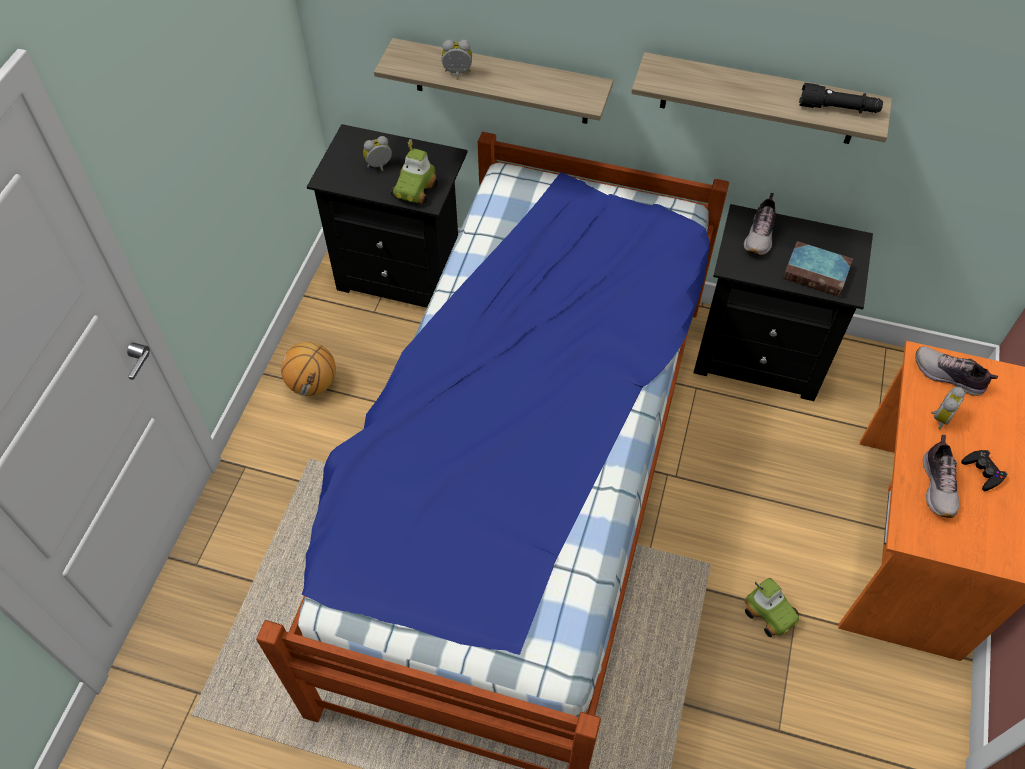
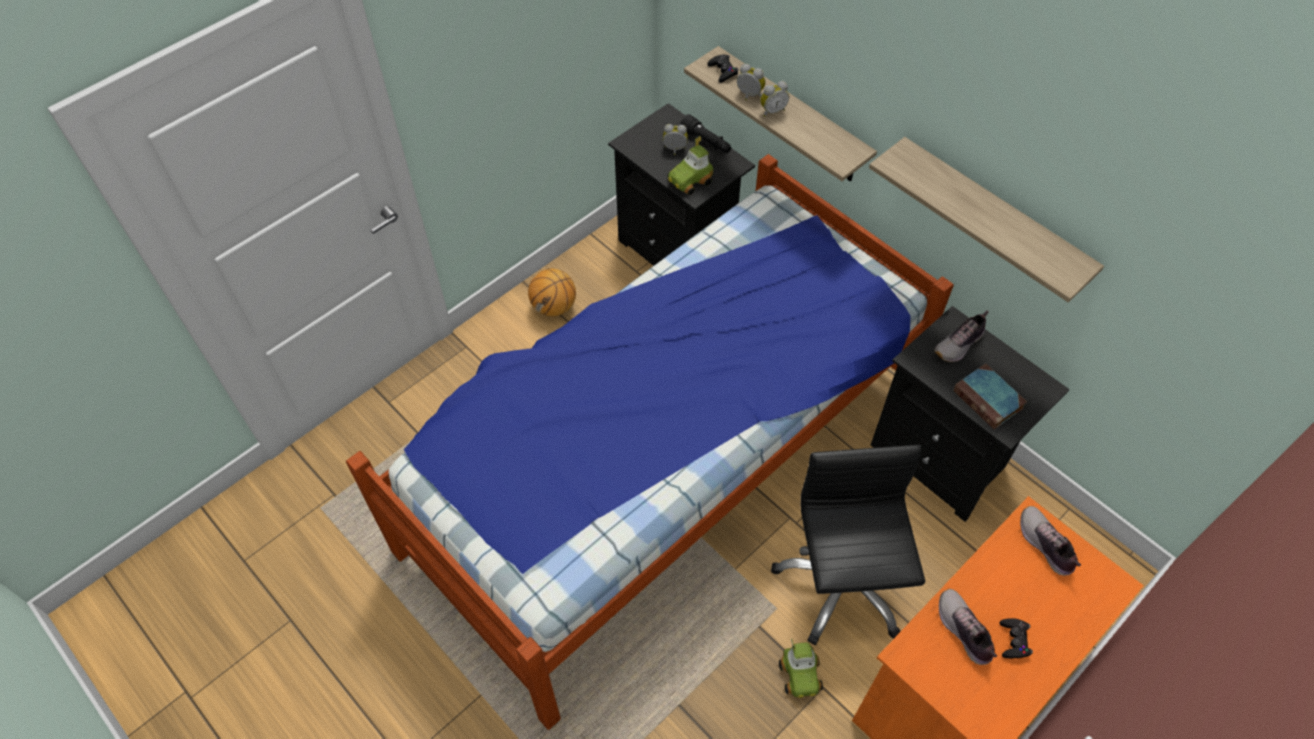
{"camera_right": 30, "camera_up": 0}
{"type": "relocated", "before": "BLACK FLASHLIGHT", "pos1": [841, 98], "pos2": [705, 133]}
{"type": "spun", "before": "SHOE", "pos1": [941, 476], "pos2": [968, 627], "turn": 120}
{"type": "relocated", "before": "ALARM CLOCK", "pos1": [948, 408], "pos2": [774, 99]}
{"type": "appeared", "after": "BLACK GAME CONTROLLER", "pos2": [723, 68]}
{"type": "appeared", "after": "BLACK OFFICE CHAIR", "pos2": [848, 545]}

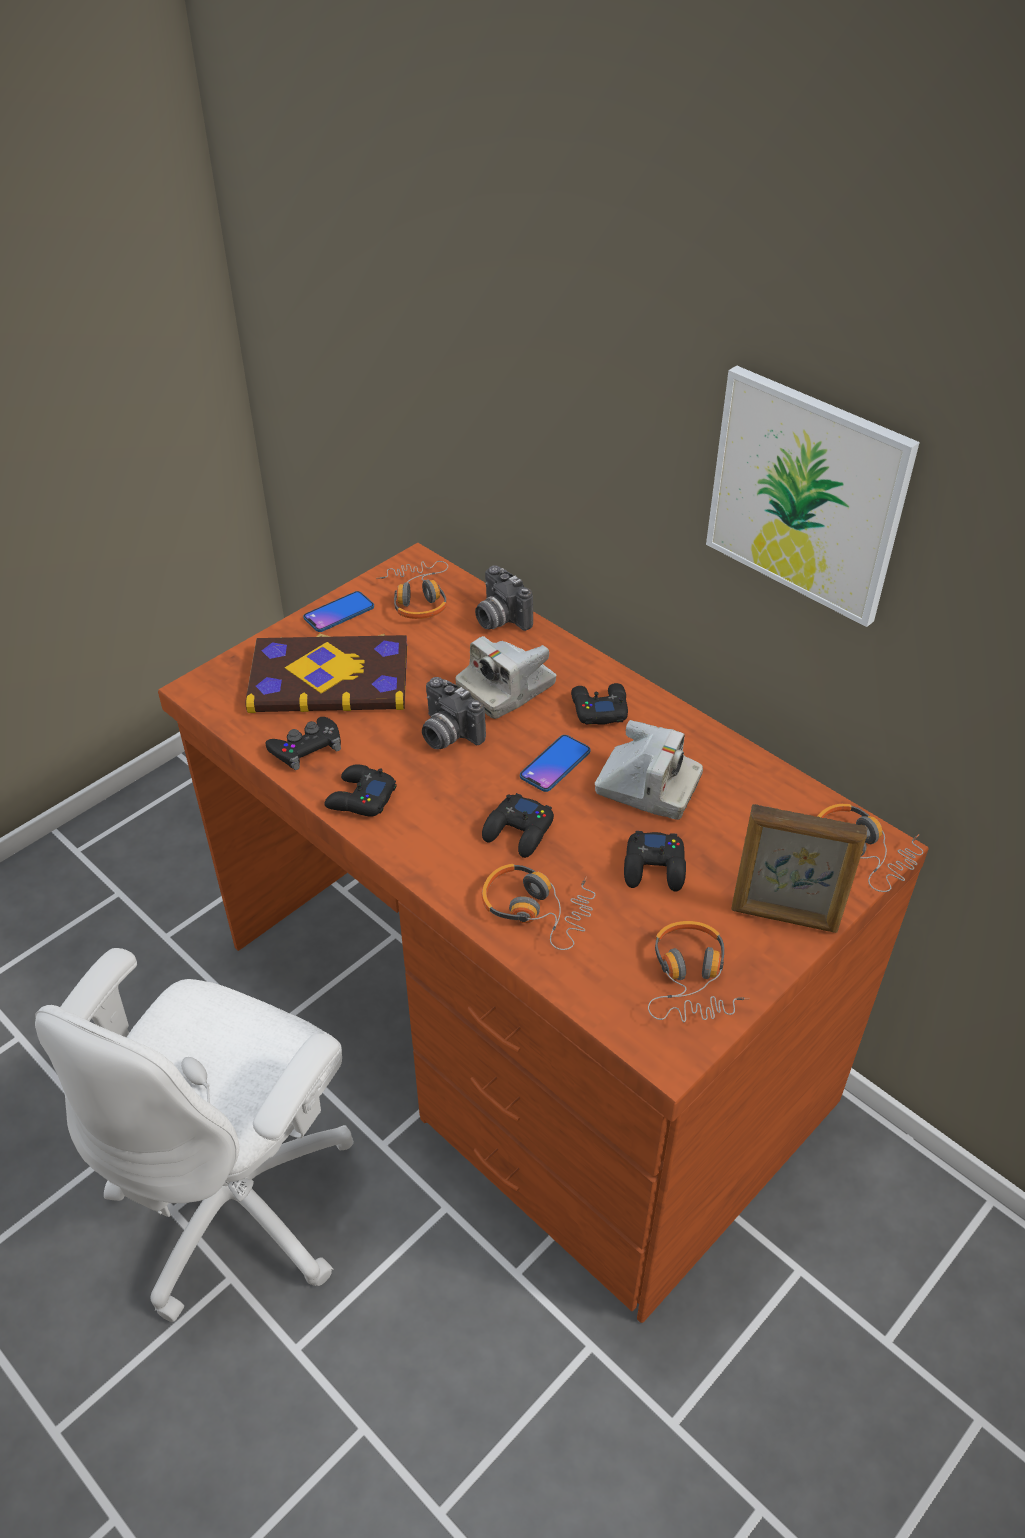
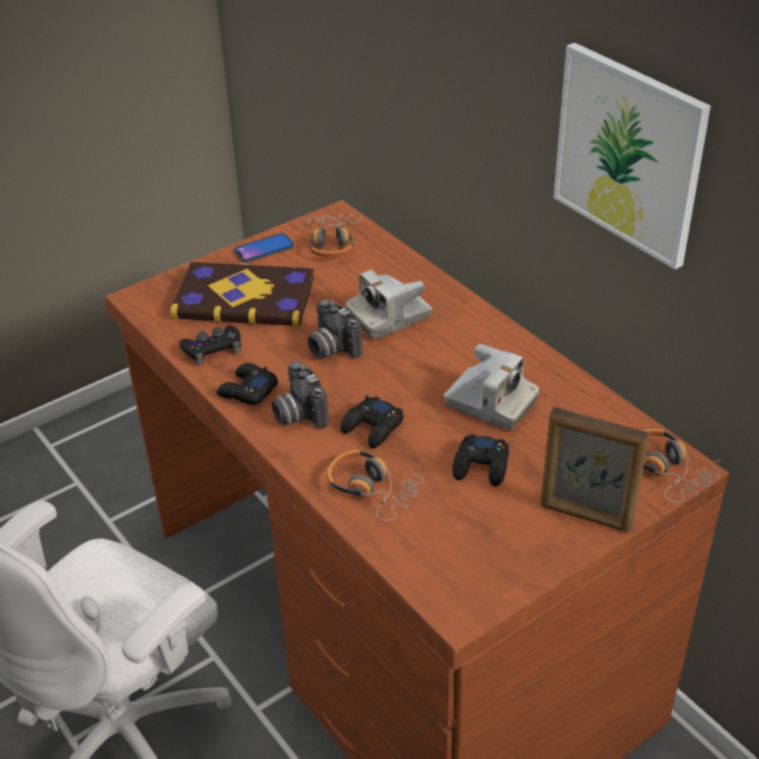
{"camera_right": 10, "camera_up": -5}
{"type": "relocated", "before": "PHOTO CAMERA", "pos1": [504, 598], "pos2": [300, 395]}
{"type": "missing", "before": "PHONE", "pos1": [555, 763]}
{"type": "missing", "before": "BLACK GAME CONTROLLER", "pos1": [599, 704]}
{"type": "missing", "before": "HEADPHONES", "pos1": [699, 971]}

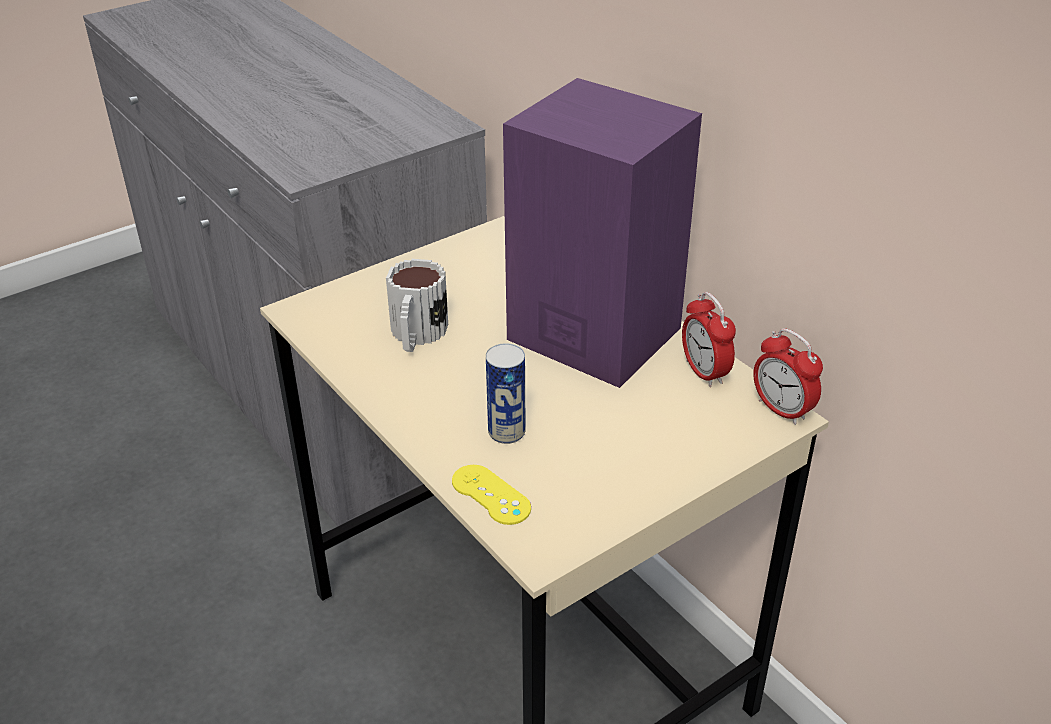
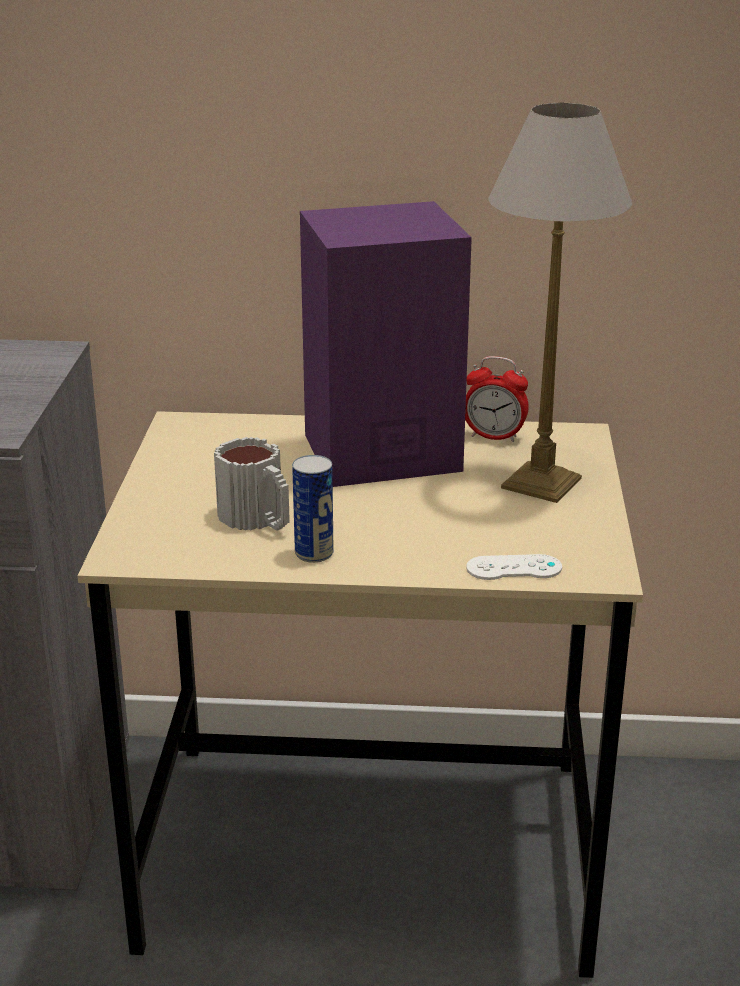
{"camera_right": -50, "camera_up": -10}
{"type": "colour", "before": "YELLOW GAME CONTROLLER", "after": "WHITE GAME CONTROLLER", "pos1": [491, 495], "pos2": [514, 567]}
{"type": "relocated", "before": "CAN", "pos1": [506, 393], "pos2": [313, 509]}
{"type": "missing", "before": "ALARM CLOCK", "pos1": [788, 376]}
{"type": "appeared", "after": "TABLE LAMP", "pos2": [560, 303]}

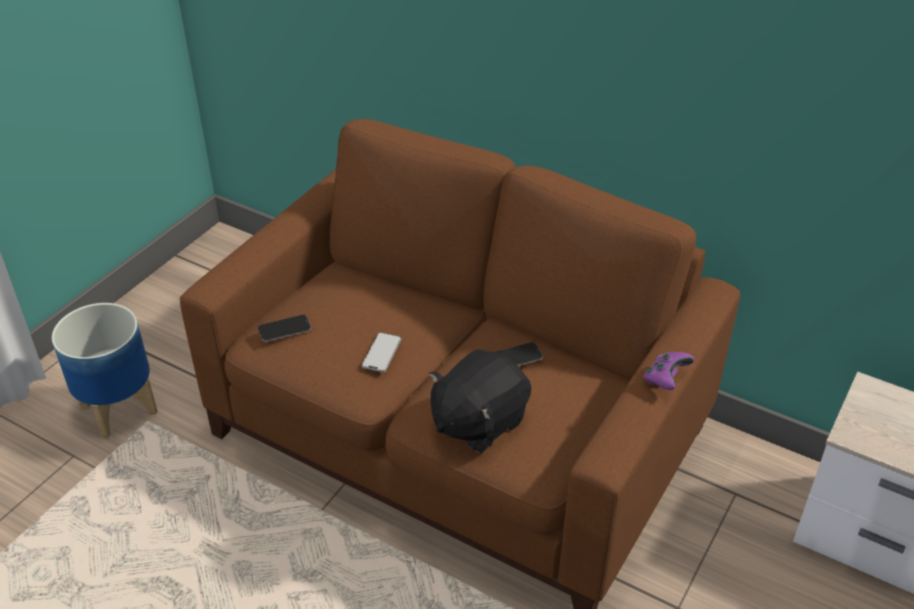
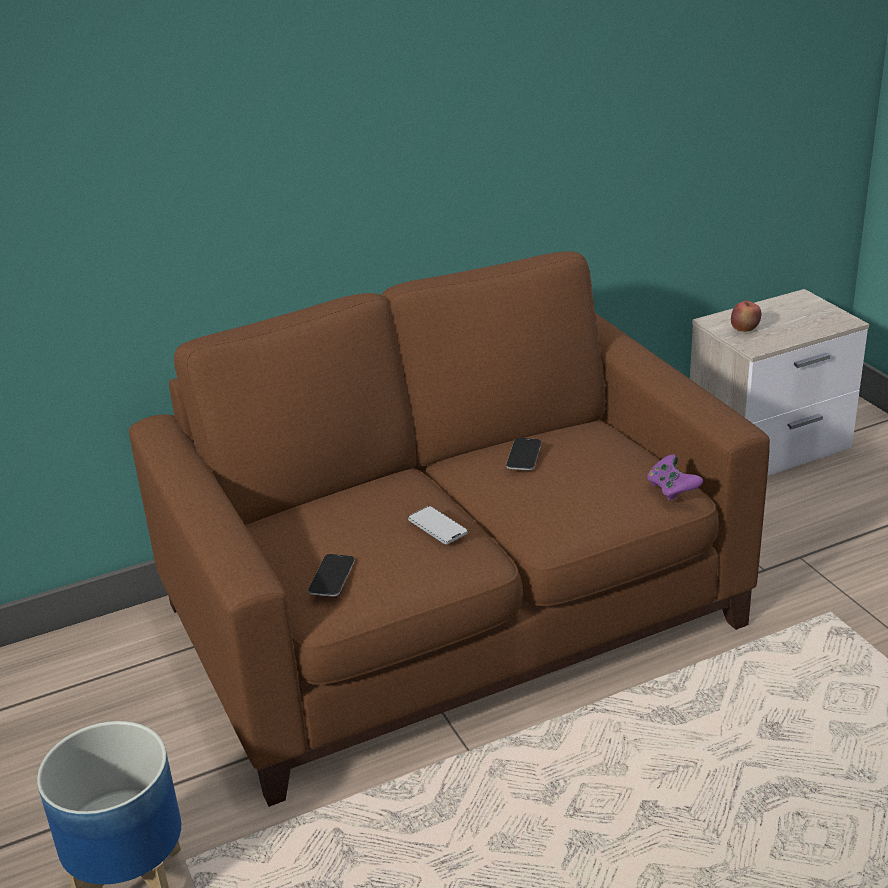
{"camera_right": -55, "camera_up": -10}
{"type": "missing", "before": "BLACK PLUSH TOY", "pos1": [480, 401]}
{"type": "relocated", "before": "PURPLE GAME CONTROLLER", "pos1": [669, 371], "pos2": [675, 477]}
{"type": "appeared", "after": "APPLE", "pos2": [746, 315]}

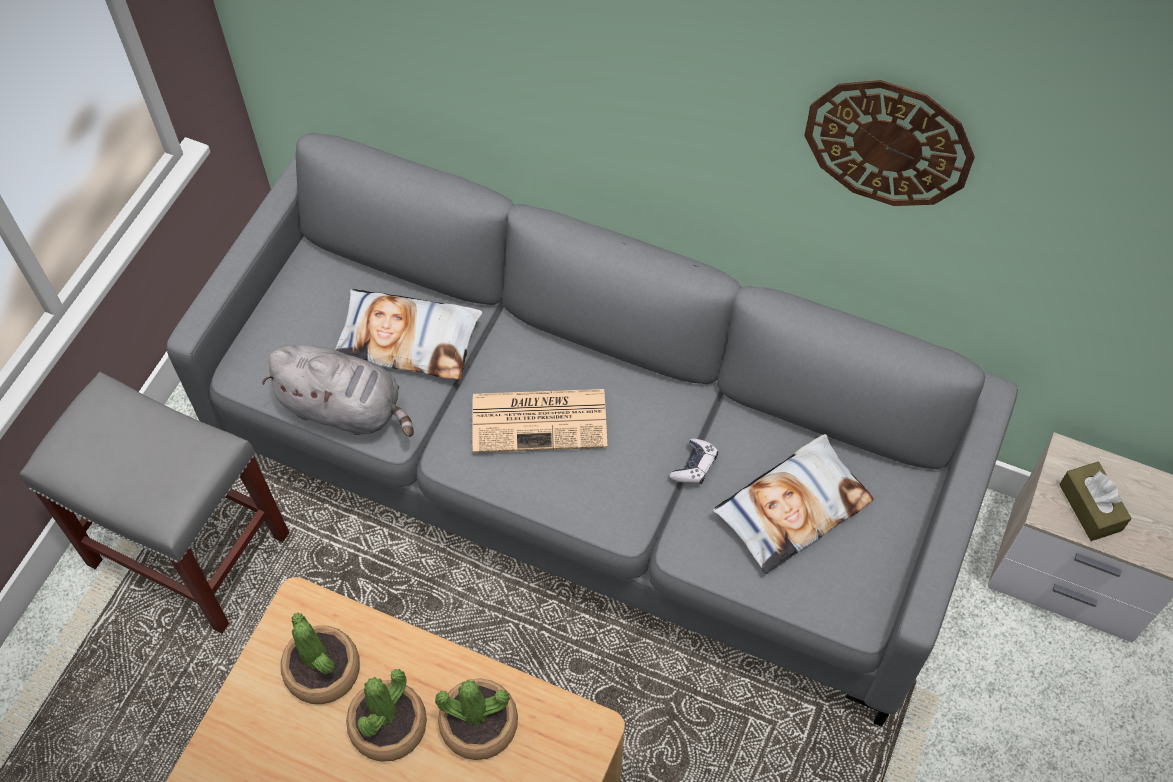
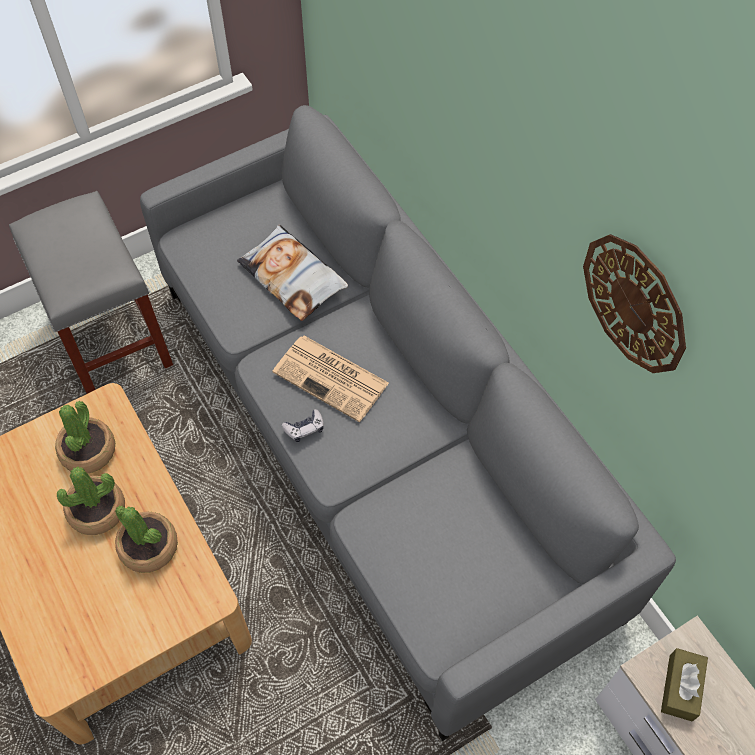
{"camera_right": 35, "camera_up": 0}
{"type": "missing", "before": "GREY PLUSH TOY", "pos1": [338, 391]}
{"type": "relocated", "before": "GAME CONTROLLER", "pos1": [694, 461], "pos2": [303, 425]}
{"type": "missing", "before": "PILLOW", "pos1": [793, 504]}

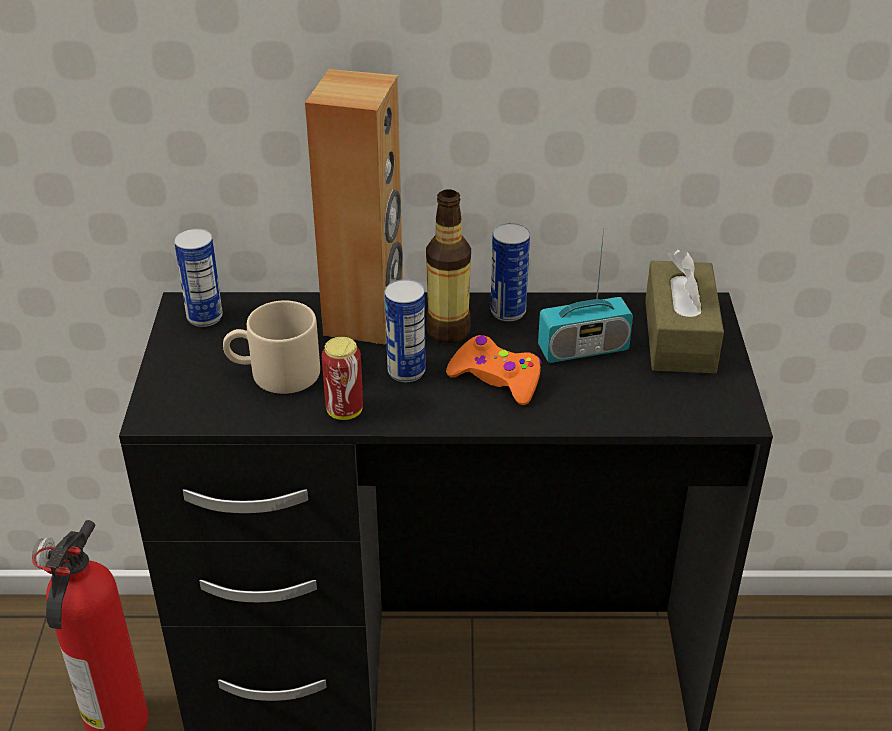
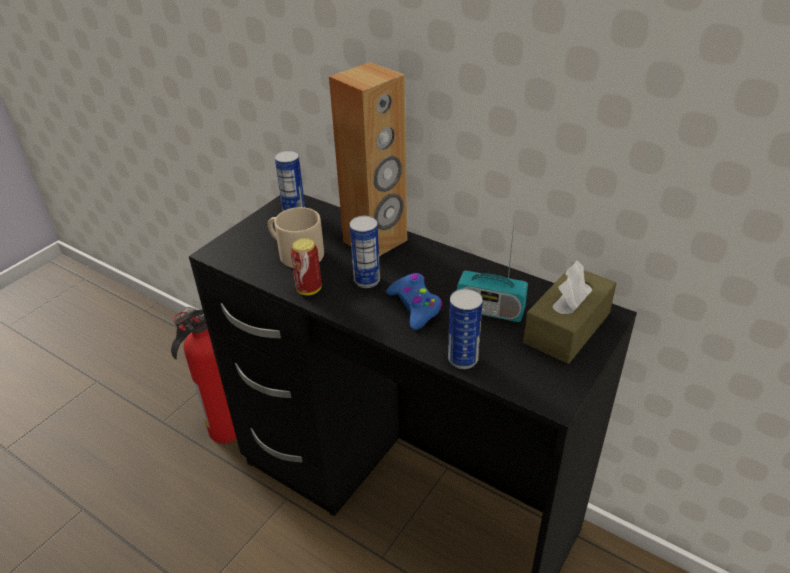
{"camera_right": 35, "camera_up": 0}
{"type": "missing", "before": "BOTTLE", "pos1": [448, 266]}
{"type": "colour", "before": "ORANGE GAME CONTROLLER", "after": "BLUE GAME CONTROLLER", "pos1": [494, 370], "pos2": [414, 301]}
{"type": "relocated", "before": "CAN", "pos1": [510, 272], "pos2": [465, 329]}

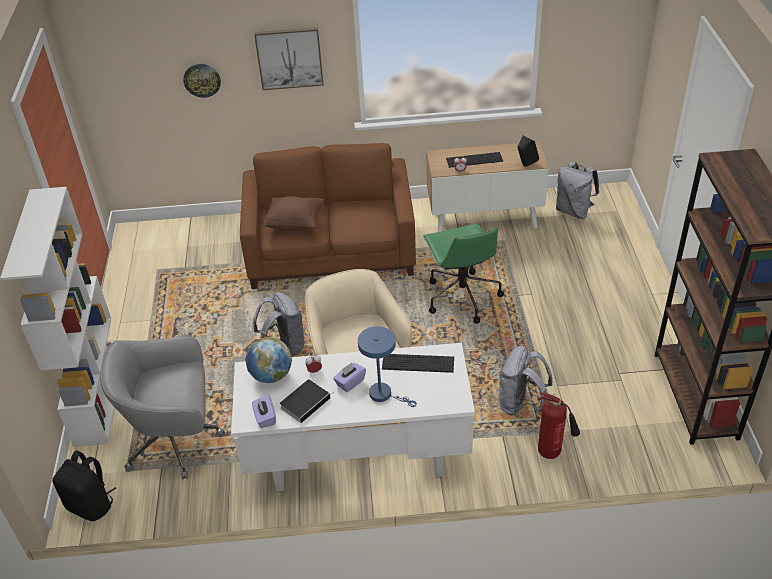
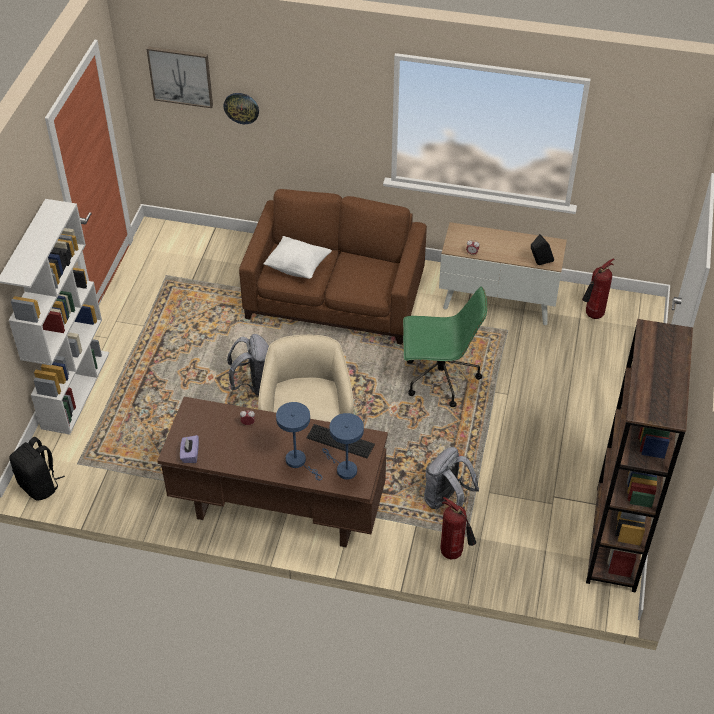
{"camera_right": 15, "camera_up": 5}
{"type": "missing", "before": "GREY OFFICE CHAIR", "pos1": [162, 407]}
{"type": "colour", "before": "WHITE DESK", "after": "BROWN DESK", "pos1": [353, 417], "pos2": [272, 472]}
{"type": "missing", "before": "GLOBE", "pos1": [268, 360]}
{"type": "relocated", "before": "PICTURE", "pos1": [289, 58], "pos2": [179, 77]}
{"type": "colour", "before": "BROWN PILLOW", "after": "WHITE PILLOW", "pos1": [293, 213], "pos2": [297, 257]}
{"type": "missing", "before": "BOOK", "pos1": [307, 401]}
{"type": "missing", "before": "PURPLE TISSUE BOX", "pos1": [349, 377]}
{"type": "spun", "before": "GREEN OFFICE CHAIR", "pos1": [463, 273], "pos2": [445, 346], "turn": -90}
{"type": "missing", "before": "KEYBOARD", "pos1": [474, 160]}
{"type": "exchanged", "before": "GREY BACKPACK", "after": "FIRE EXTINGUISHER", "pos1": [577, 190], "pos2": [598, 288]}
{"type": "appeared", "after": "BLUE TABLE LAMP", "pos2": [343, 446]}

